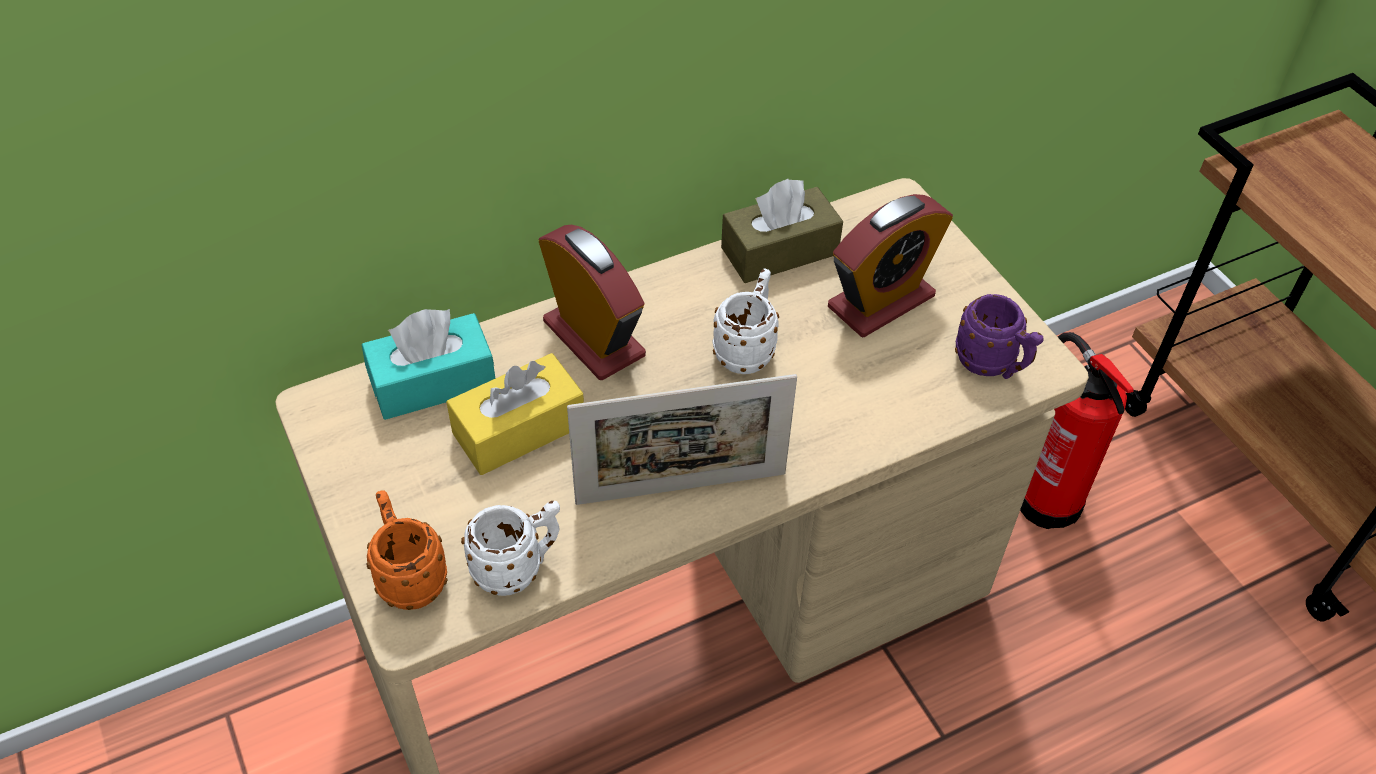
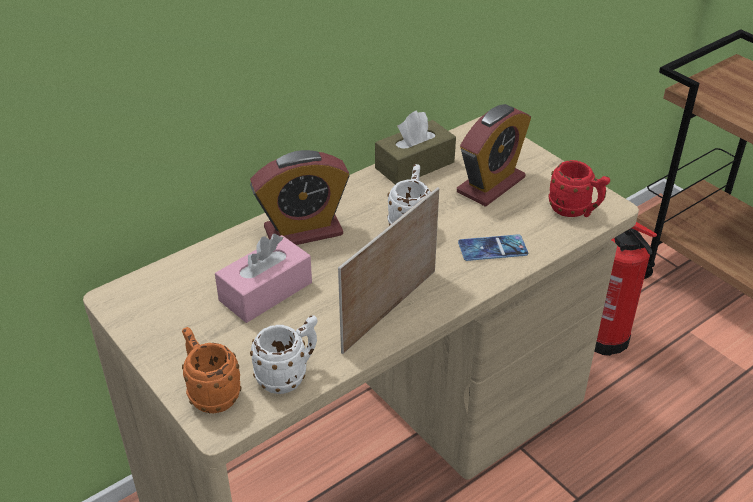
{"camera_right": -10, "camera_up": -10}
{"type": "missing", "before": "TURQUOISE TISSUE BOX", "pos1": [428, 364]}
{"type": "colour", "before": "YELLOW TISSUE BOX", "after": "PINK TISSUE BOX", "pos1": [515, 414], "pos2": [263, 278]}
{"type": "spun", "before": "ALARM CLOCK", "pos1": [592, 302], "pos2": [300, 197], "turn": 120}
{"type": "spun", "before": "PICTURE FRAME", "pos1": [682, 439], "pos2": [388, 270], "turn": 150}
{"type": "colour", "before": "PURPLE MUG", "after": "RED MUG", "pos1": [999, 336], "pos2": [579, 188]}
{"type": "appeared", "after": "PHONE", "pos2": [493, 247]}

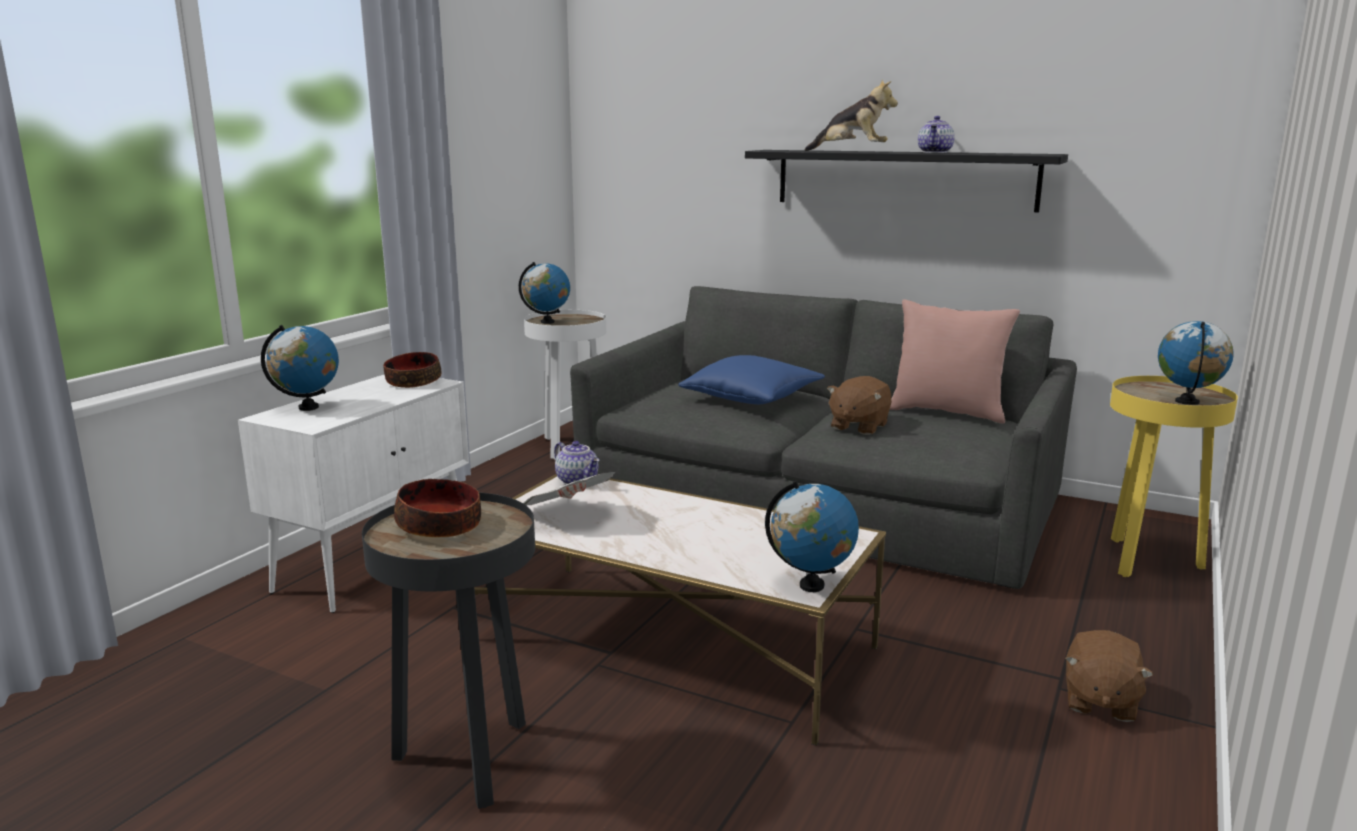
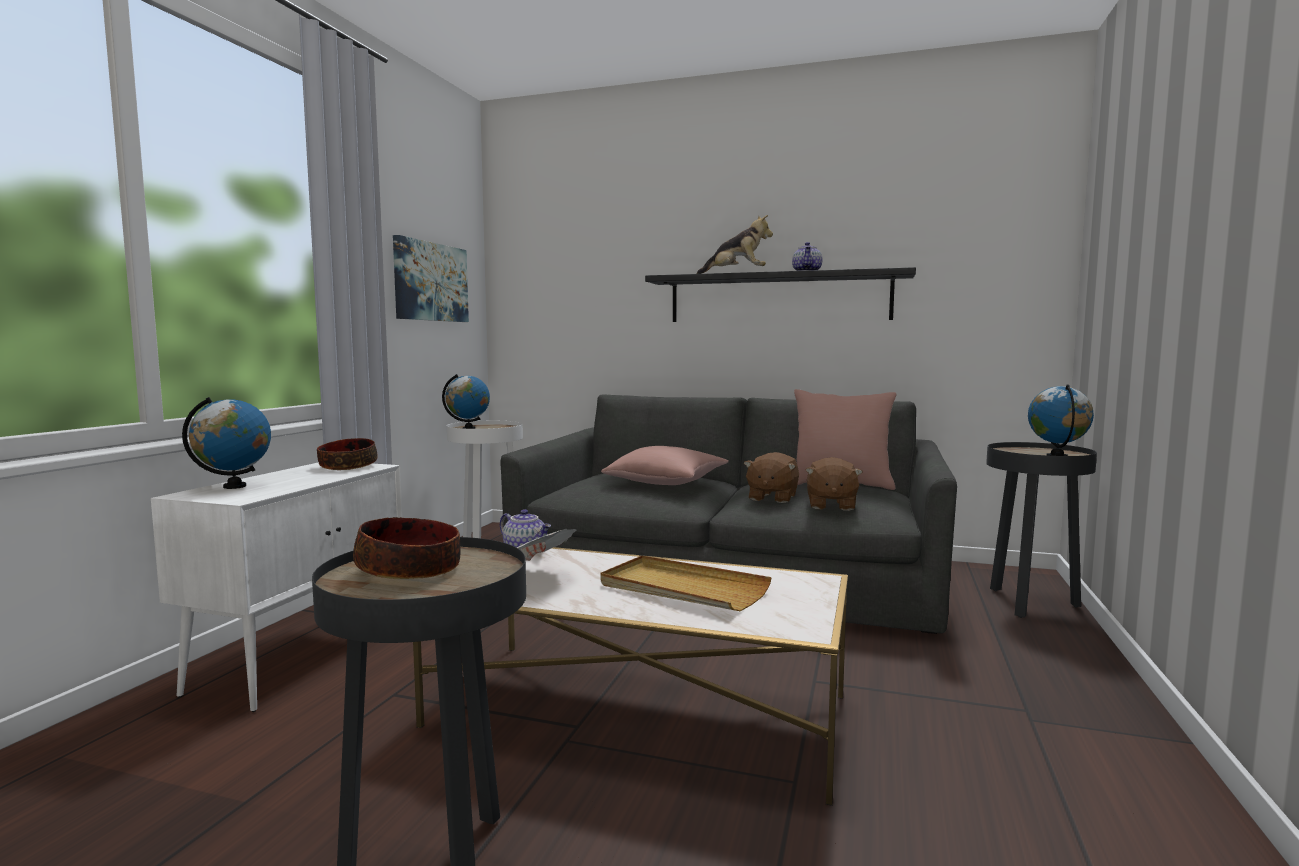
{"camera_right": -10, "camera_up": -10}
{"type": "colour", "before": "BLUE PILLOW", "after": "PINK PILLOW", "pos1": [751, 379], "pos2": [665, 465]}
{"type": "missing", "before": "GLOBE", "pos1": [812, 536]}
{"type": "relocated", "before": "BROWN PLUSH TOY", "pos1": [1109, 676], "pos2": [834, 484]}
{"type": "colour", "before": "YELLOW SIDE TABLE", "after": "BLACK SIDE TABLE", "pos1": [1174, 476], "pos2": [1041, 530]}
{"type": "appeared", "after": "PICTURE", "pos2": [431, 278]}
{"type": "appeared", "after": "BEIGE TRAY", "pos2": [686, 583]}

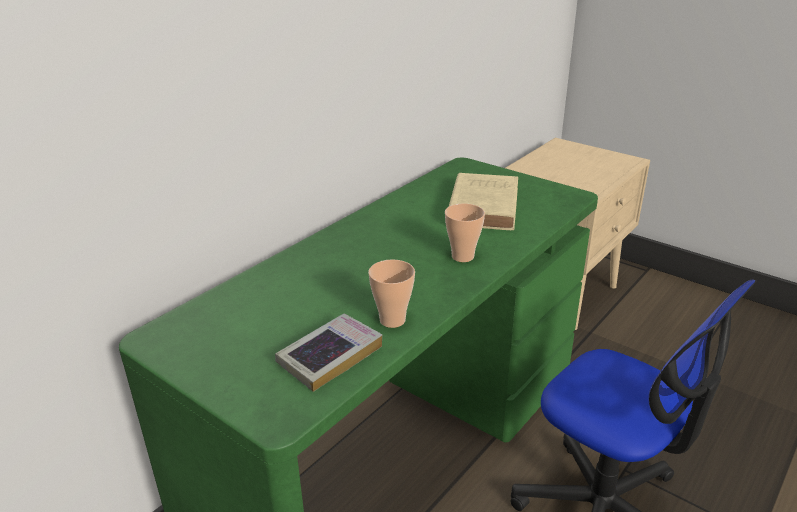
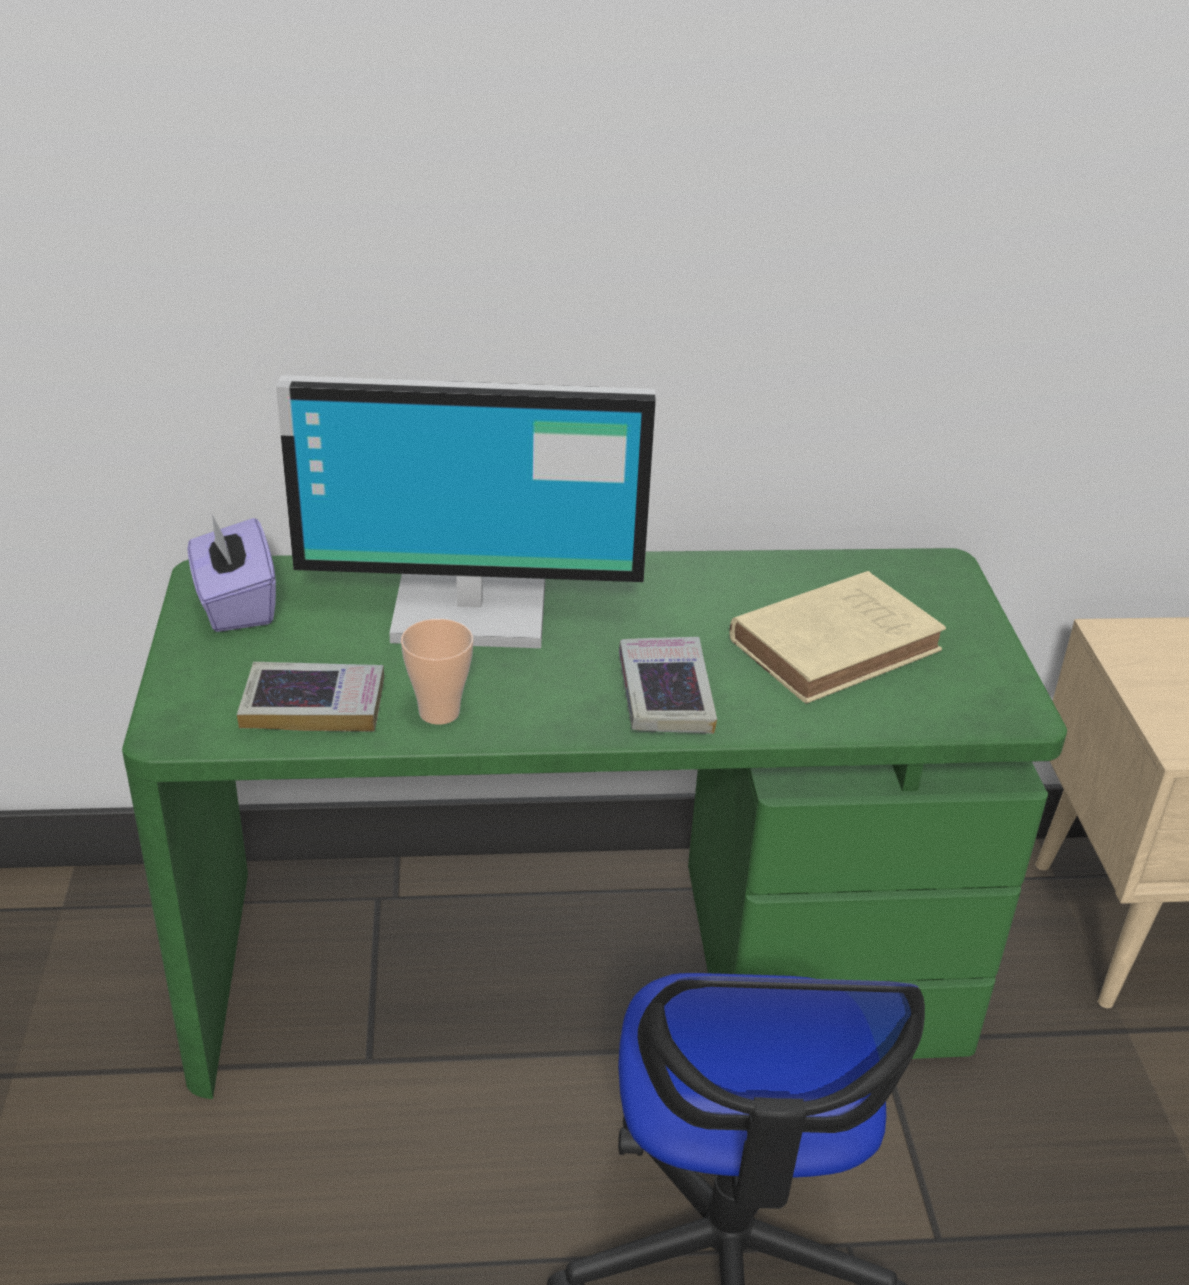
{"camera_right": 45, "camera_up": 5}
{"type": "exchanged", "before": "CUP", "after": "BOOK", "pos1": [465, 233], "pos2": [668, 685]}
{"type": "appeared", "after": "PURPLE TISSUE BOX", "pos2": [231, 573]}
{"type": "appeared", "after": "MONITOR", "pos2": [466, 511]}

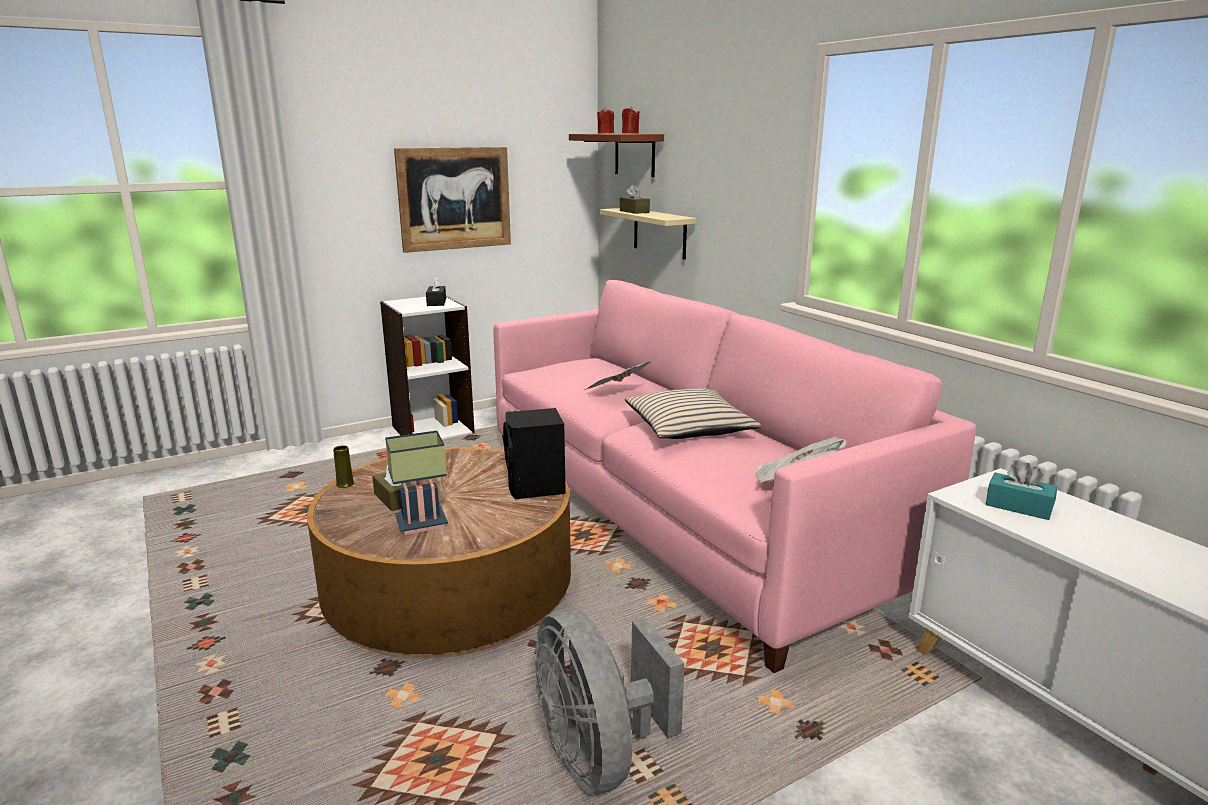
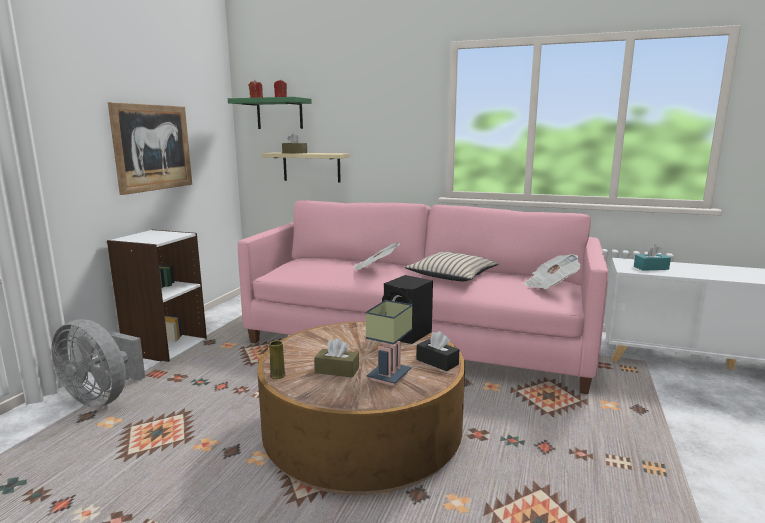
{"camera_right": -40, "camera_up": -5}
{"type": "relocated", "before": "BLACK TISSUE BOX", "pos1": [436, 291], "pos2": [438, 351]}
{"type": "relocated", "before": "GREY FAN", "pos1": [609, 701], "pos2": [98, 363]}
{"type": "colour", "before": "BROWN SHELF", "after": "GREEN SHELF", "pos1": [616, 155], "pos2": [270, 113]}

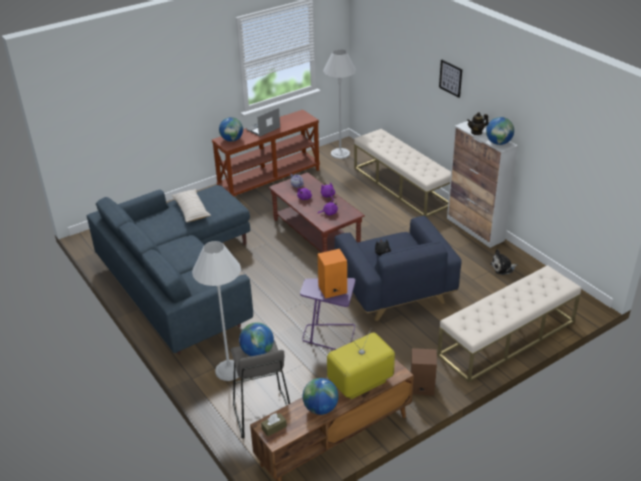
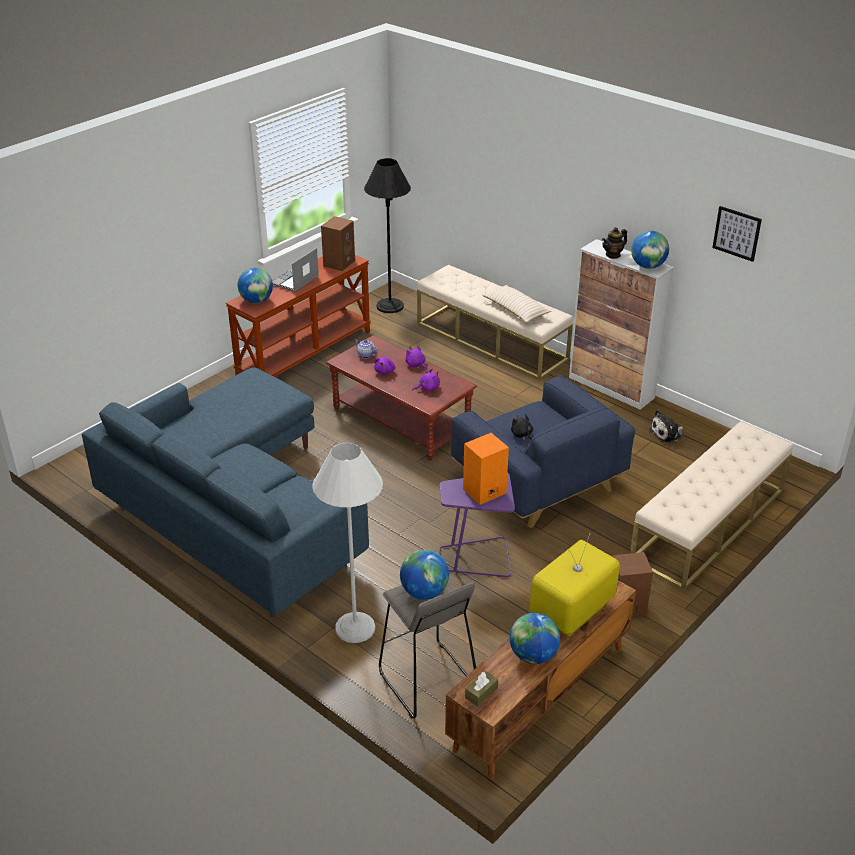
{"camera_right": -15, "camera_up": 0}
{"type": "relocated", "before": "BEIGE PILLOW", "pos1": [191, 205], "pos2": [516, 304]}
{"type": "colour", "before": "WHITE FLOOR LAMP", "after": "BLACK FLOOR LAMP", "pos1": [339, 104], "pos2": [387, 235]}
{"type": "relocated", "before": "PICTURE", "pos1": [450, 79], "pos2": [737, 234]}
{"type": "appeared", "after": "BROWN SPEAKER", "pos2": [338, 243]}

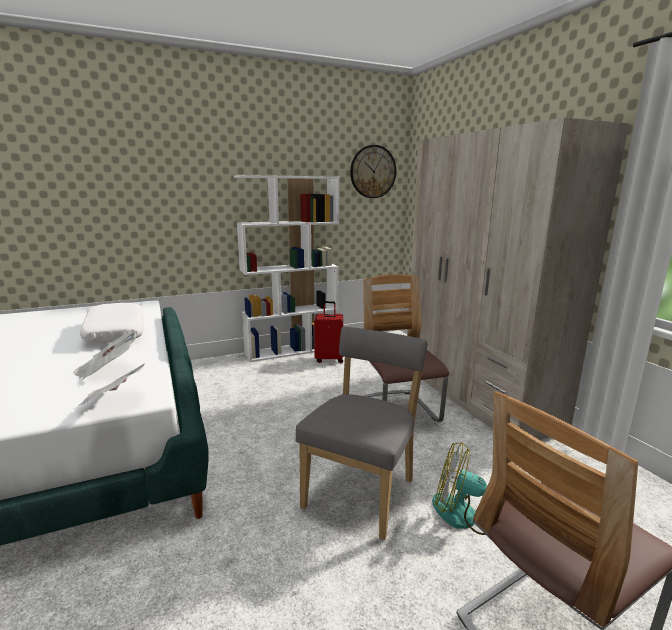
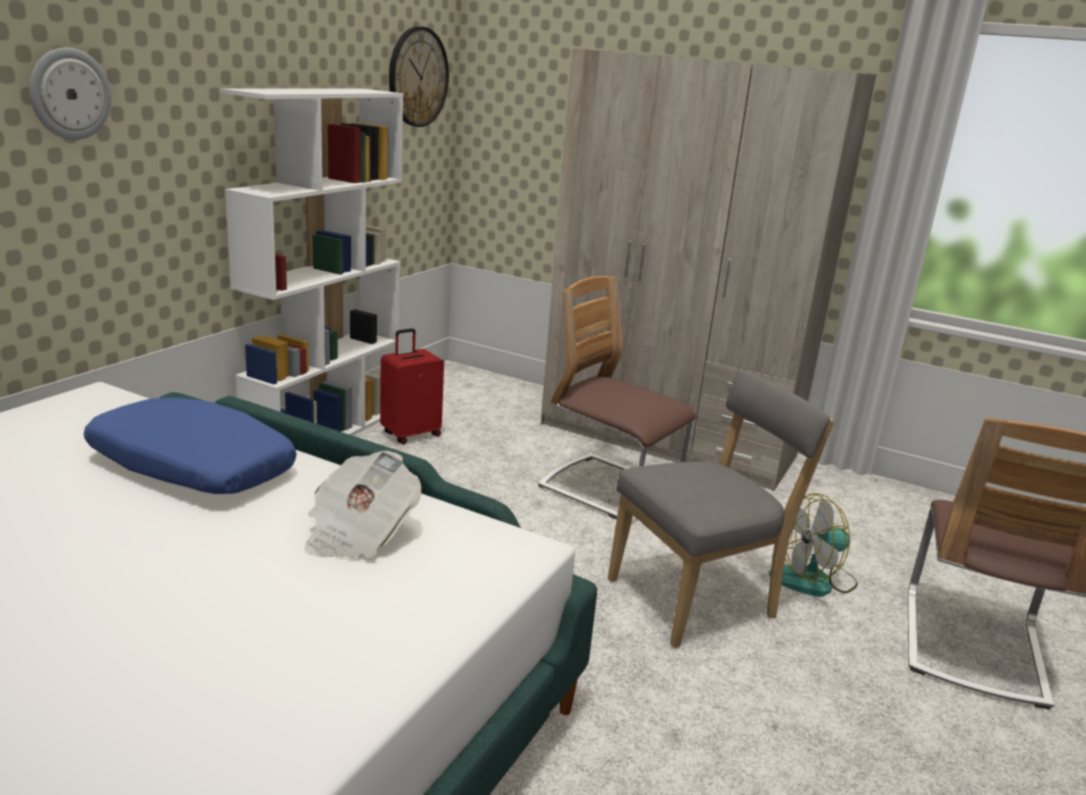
{"camera_right": -40, "camera_up": 5}
{"type": "missing", "before": "NEWSPAPER", "pos1": [111, 385]}
{"type": "colour", "before": "WHITE PILLOW", "after": "BLUE PILLOW", "pos1": [111, 323], "pos2": [190, 446]}
{"type": "spun", "before": "GREY CHAIR", "pos1": [361, 433], "pos2": [721, 508], "turn": 75}
{"type": "appeared", "after": "WALL CLOCK", "pos2": [70, 93]}

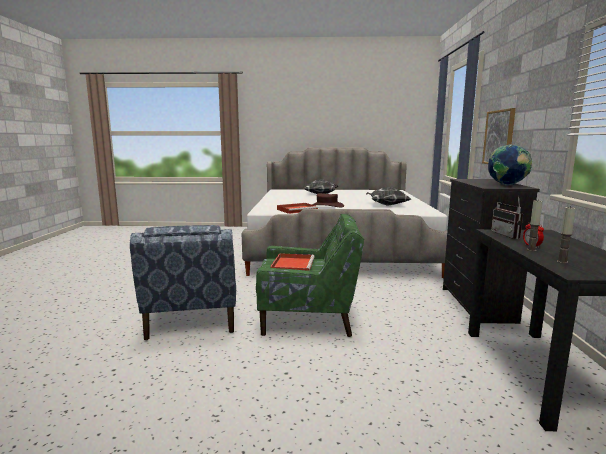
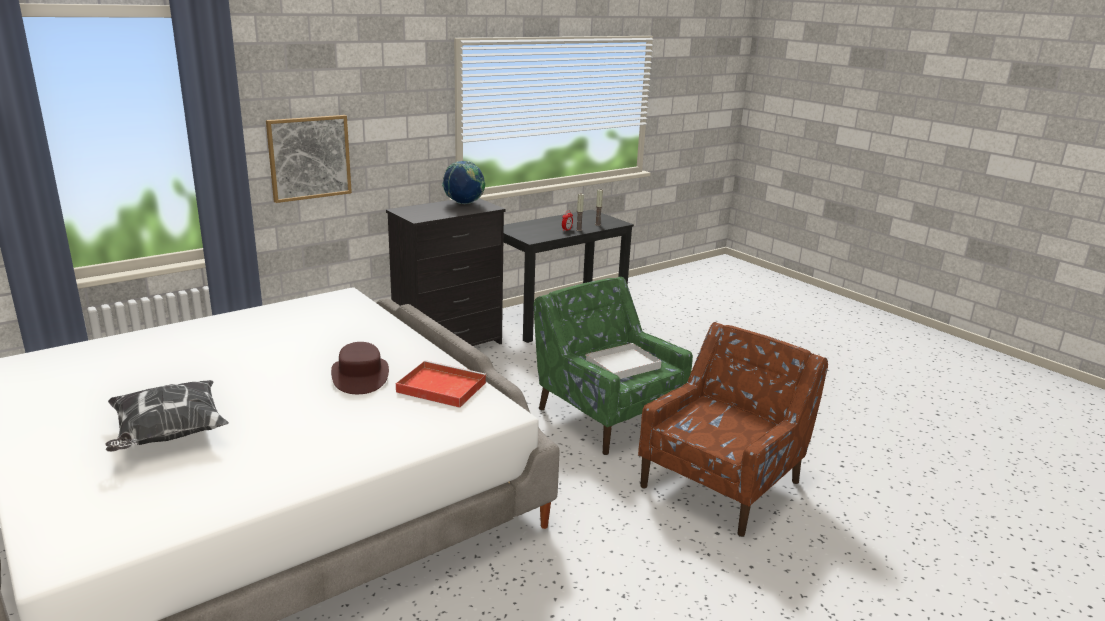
{"camera_right": -130, "camera_up": 10}
{"type": "colour", "before": "BLUE ARMCHAIR", "after": "BROWN ARMCHAIR", "pos1": [183, 282], "pos2": [733, 429]}
{"type": "colour", "before": "RED TRAY", "after": "WHITE TRAY", "pos1": [292, 262], "pos2": [623, 361]}
{"type": "missing", "before": "PILLOW", "pos1": [388, 196]}
{"type": "missing", "before": "RADIO", "pos1": [507, 217]}

